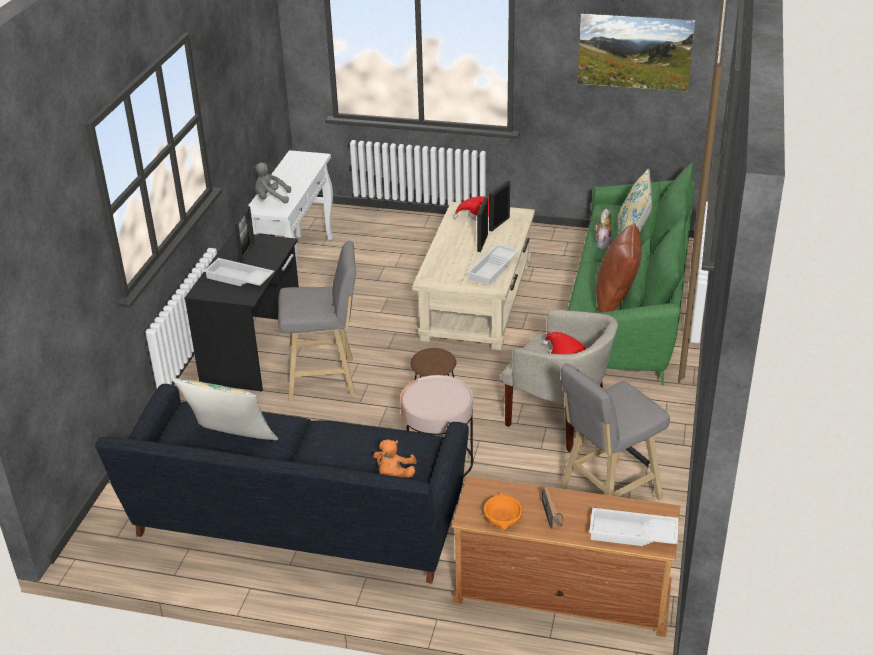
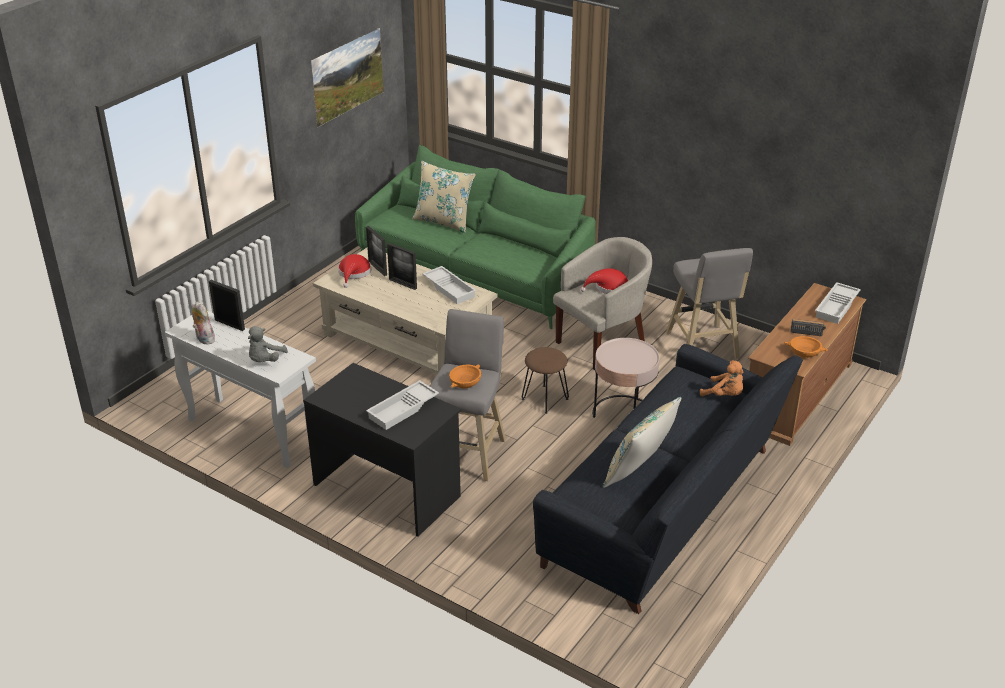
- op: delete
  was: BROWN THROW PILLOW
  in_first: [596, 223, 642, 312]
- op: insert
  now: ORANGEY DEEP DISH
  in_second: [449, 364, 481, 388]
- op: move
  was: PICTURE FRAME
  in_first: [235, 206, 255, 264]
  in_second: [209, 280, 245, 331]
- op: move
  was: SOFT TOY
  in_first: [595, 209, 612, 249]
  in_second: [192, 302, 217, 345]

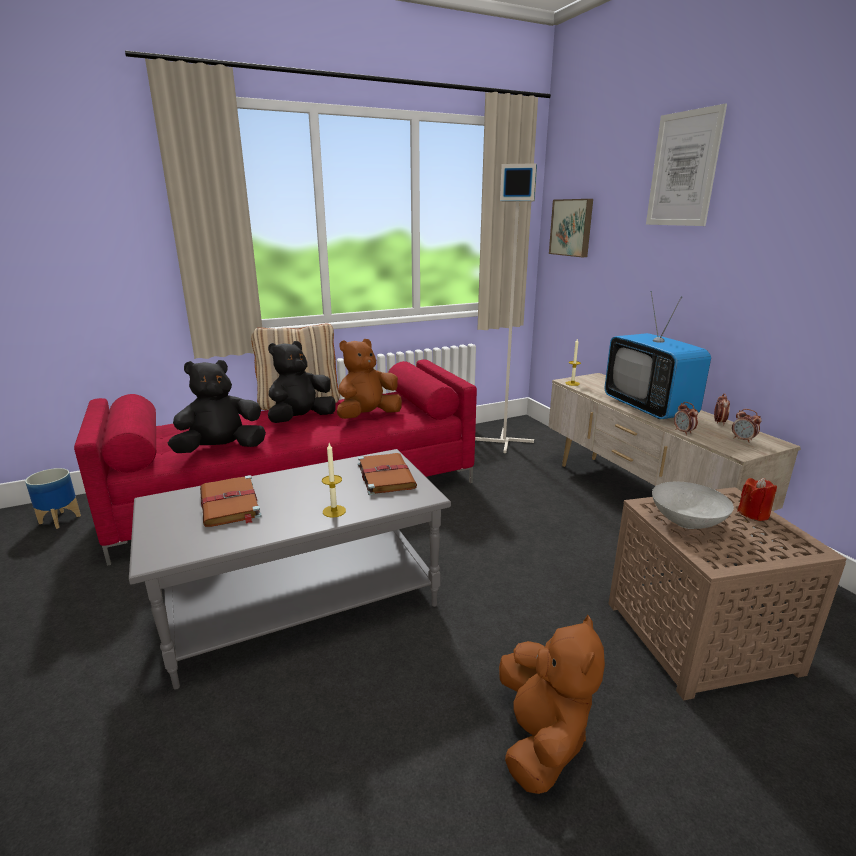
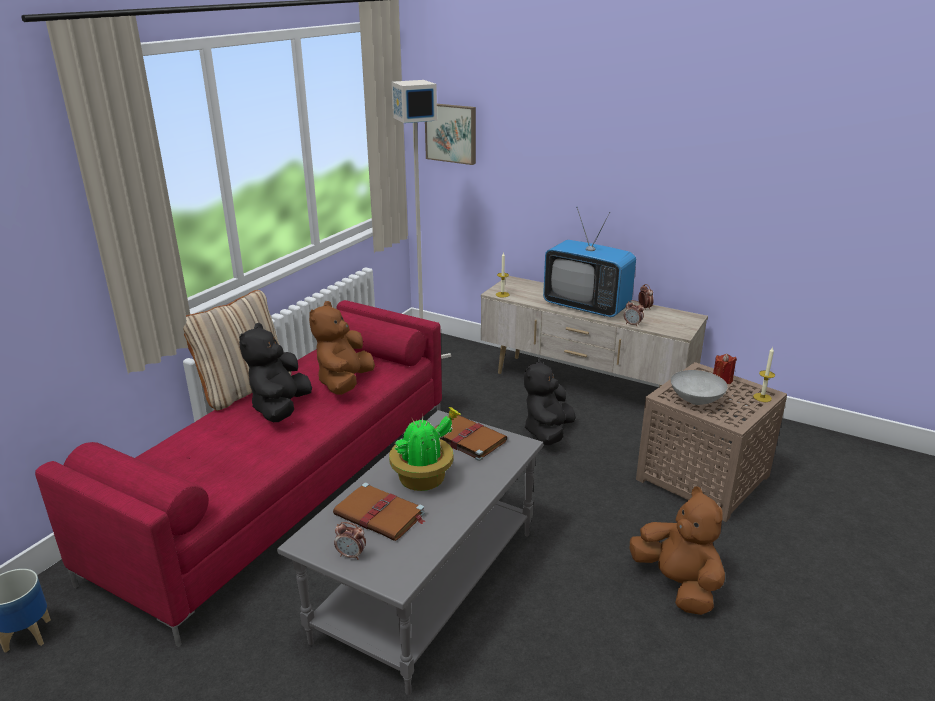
- op: delete
  was: WALL ART
  in_first: [646, 104, 727, 226]
- op: insert
  now: PLANT IN A POT
  in_second: [389, 407, 461, 491]
- op: move
  was: BLACK SOFT TOY
  in_first: [167, 360, 266, 453]
  in_second: [524, 358, 576, 446]
- op: move
  was: WAX CANDLE
  in_first: [322, 443, 346, 518]
  in_second: [753, 347, 775, 402]
- op: move
  was: BEDSIDE CLOCK
  in_first: [732, 409, 762, 443]
  in_second: [334, 522, 366, 560]

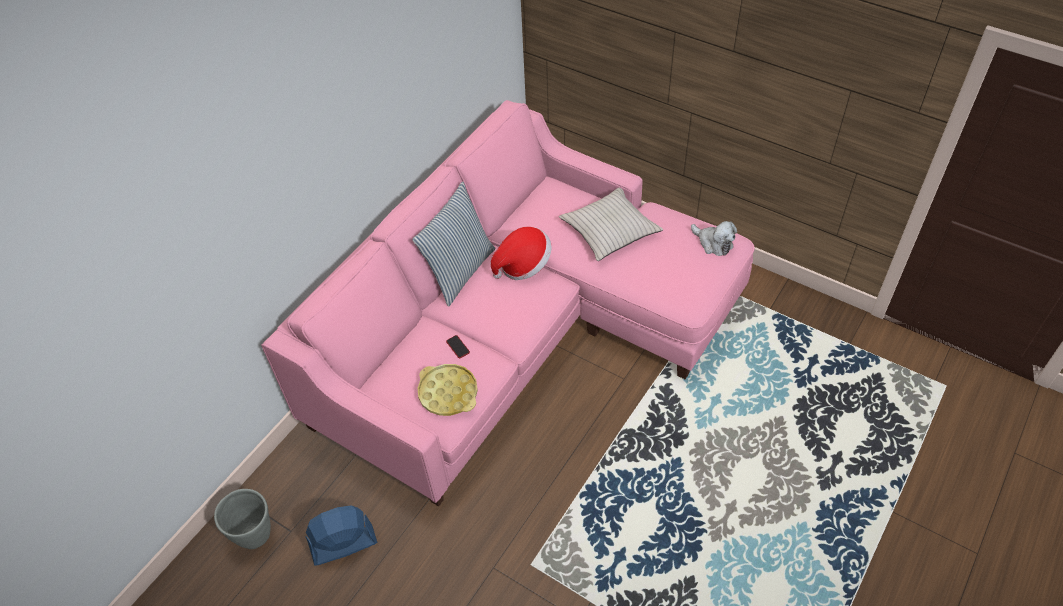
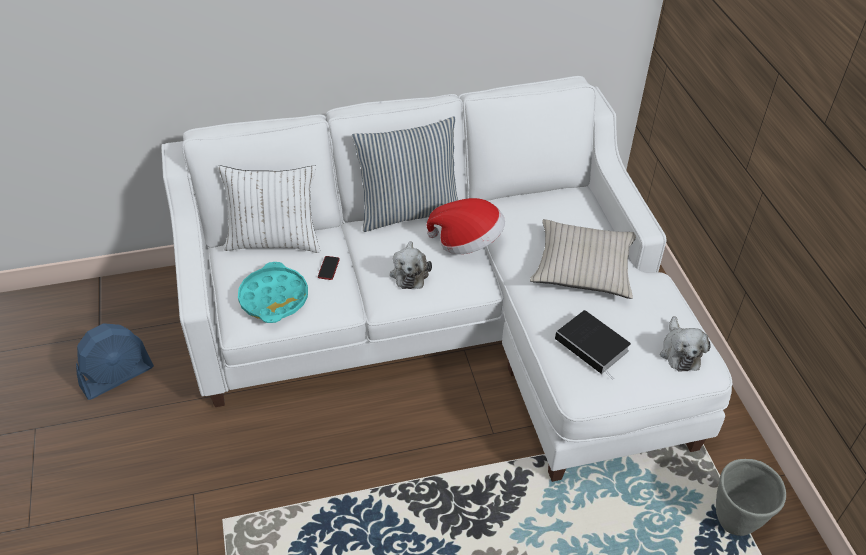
- op: insert
  now: WHITISH THROW PILLOW
  in_second: [217, 165, 320, 253]
- op: insert
  now: SOFT TOY
  in_second: [390, 241, 432, 289]
- op: insert
  now: BOUND BOOK
  in_second: [555, 310, 631, 380]
- op: move
  was: GRAY FLOWER POT
  in_first: [214, 489, 271, 549]
  in_second: [716, 459, 786, 536]
- op: recolor
  was: PINK SETTEE
  now: WHITISH SETTEE
  in_first: [261, 100, 755, 506]
  in_second: [161, 76, 733, 482]
- op: recolor
  was: YELLOW-COLOURED CARRYING TRAY
  now: TURQUOISE-COLOURED CARRYING TRAY
  in_first: [418, 364, 478, 416]
  in_second: [238, 262, 308, 323]
- op: rotate
  was: BLUE FAN
  in_first: [306, 505, 377, 565]
  in_second: [76, 323, 154, 400]
  clockwise: 120

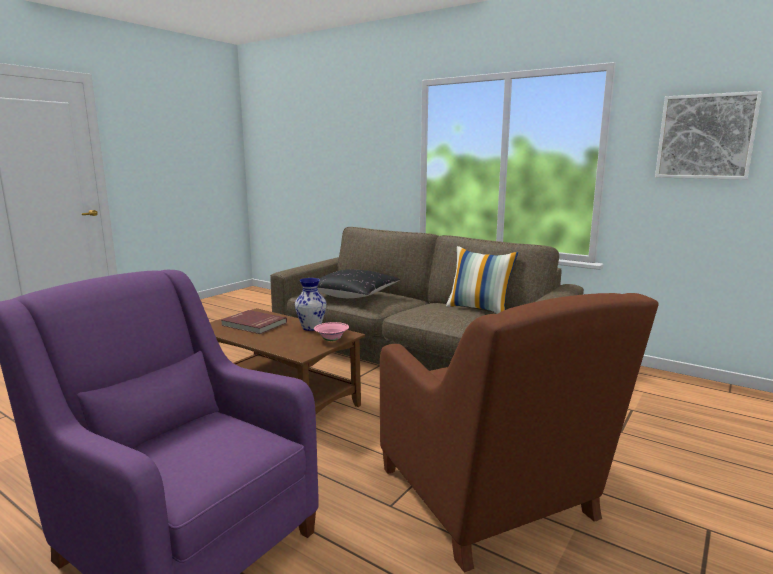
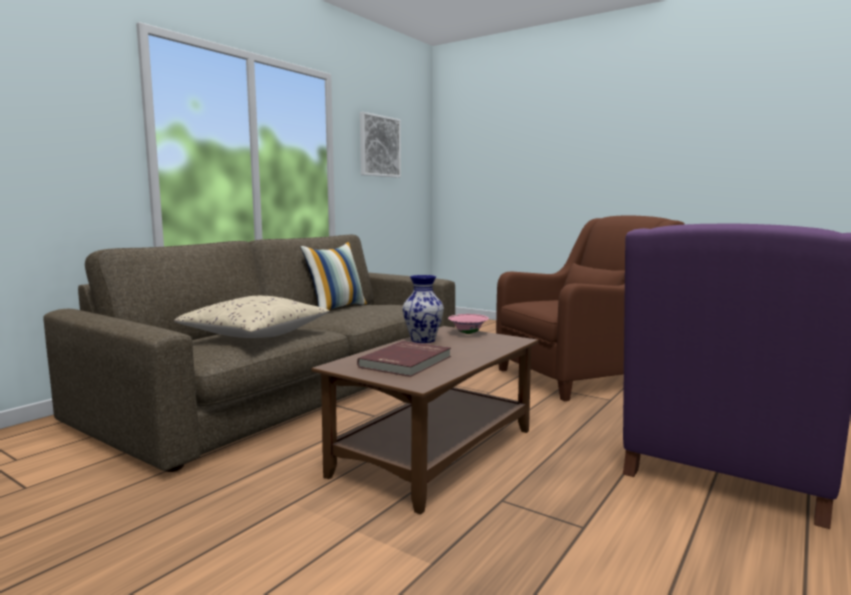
- op: recolor
  was: BLACK THROW PILLOW
  now: BEIGE THROW PILLOW
  in_first: [317, 269, 400, 298]
  in_second: [174, 296, 329, 338]

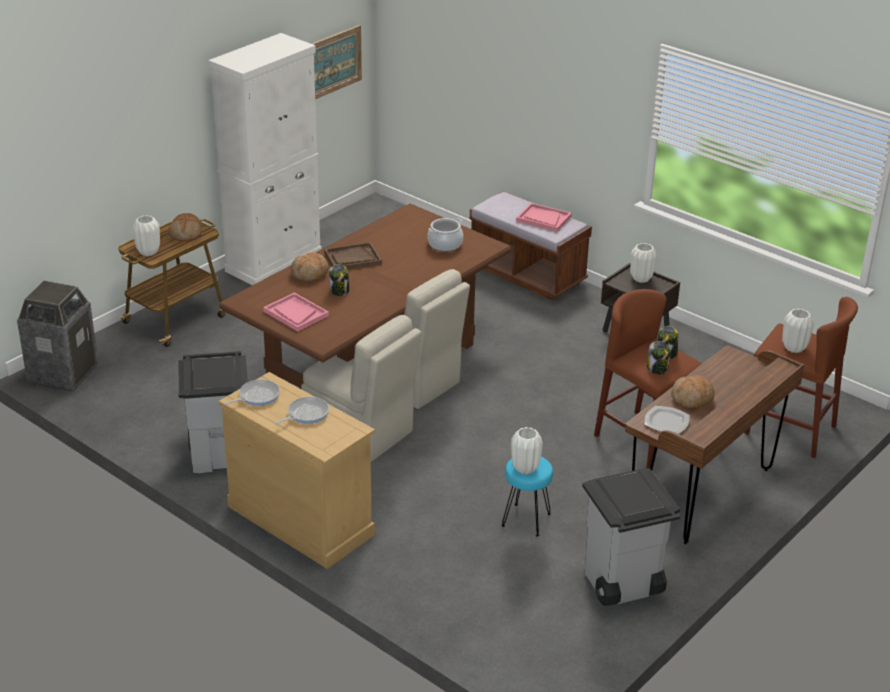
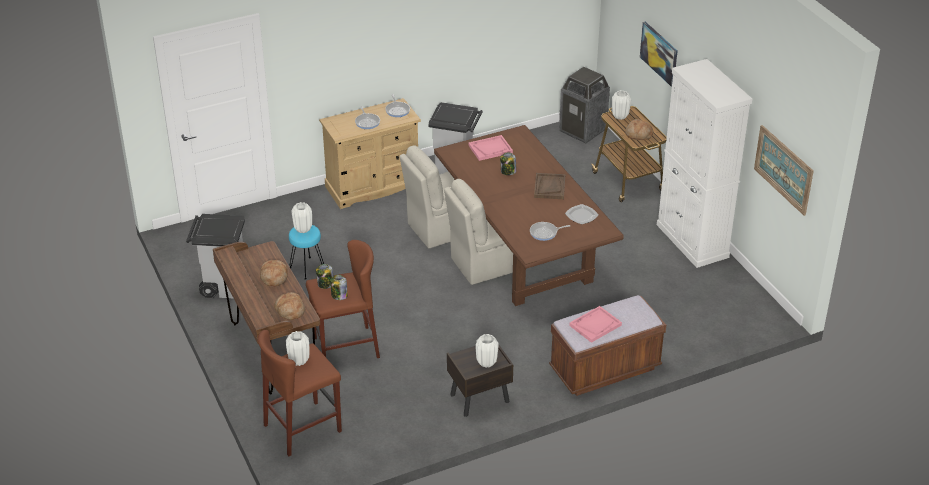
- op: insert
  now: WALL ART
  in_second: [640, 22, 678, 87]
- op: move
  was: BREAD
  in_first: [291, 252, 329, 283]
  in_second: [274, 292, 305, 320]
- op: move
  was: PLATE
  in_first: [645, 406, 690, 434]
  in_second: [565, 204, 598, 224]
- op: replace
  was: STOCKPOT
  now: SKILLET
  in_first: [427, 218, 463, 252]
  in_second: [530, 222, 570, 241]

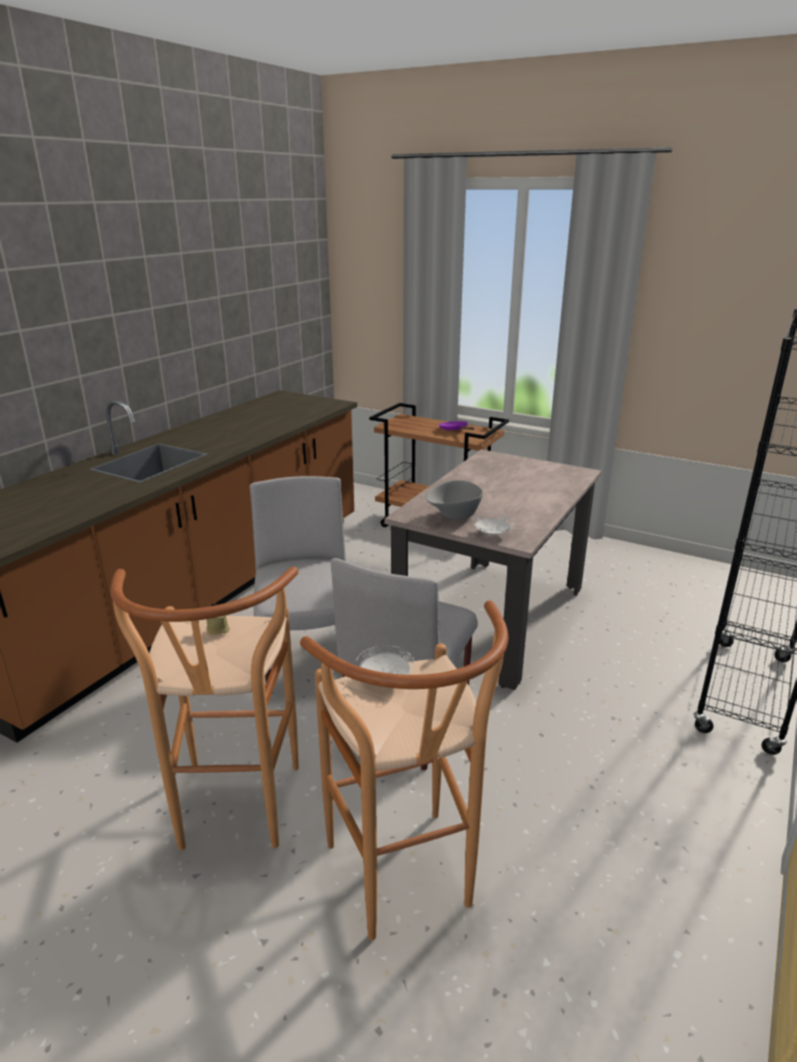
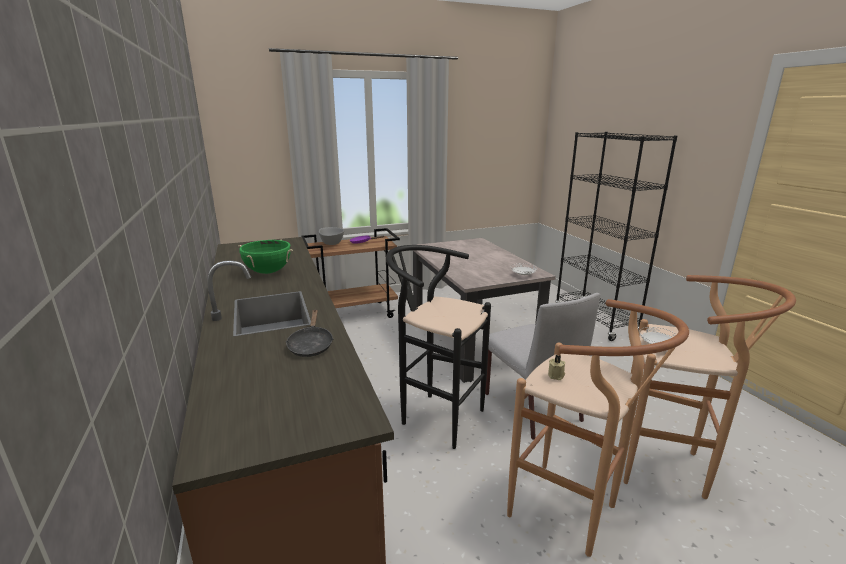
- op: insert
  now: GREEN-COLOURED STOCKPOT
  in_second: [238, 239, 293, 274]
- op: insert
  now: BLACK SKILLET
  in_second: [286, 309, 333, 357]
- op: move
  was: GRAY DEEP DISH
  in_first: [426, 480, 483, 520]
  in_second: [319, 227, 344, 245]
- op: replace
  was: GRAY UPRIGHT CHAIR
  now: BLACK STOOL
  in_first: [250, 476, 346, 693]
  in_second: [386, 245, 491, 449]

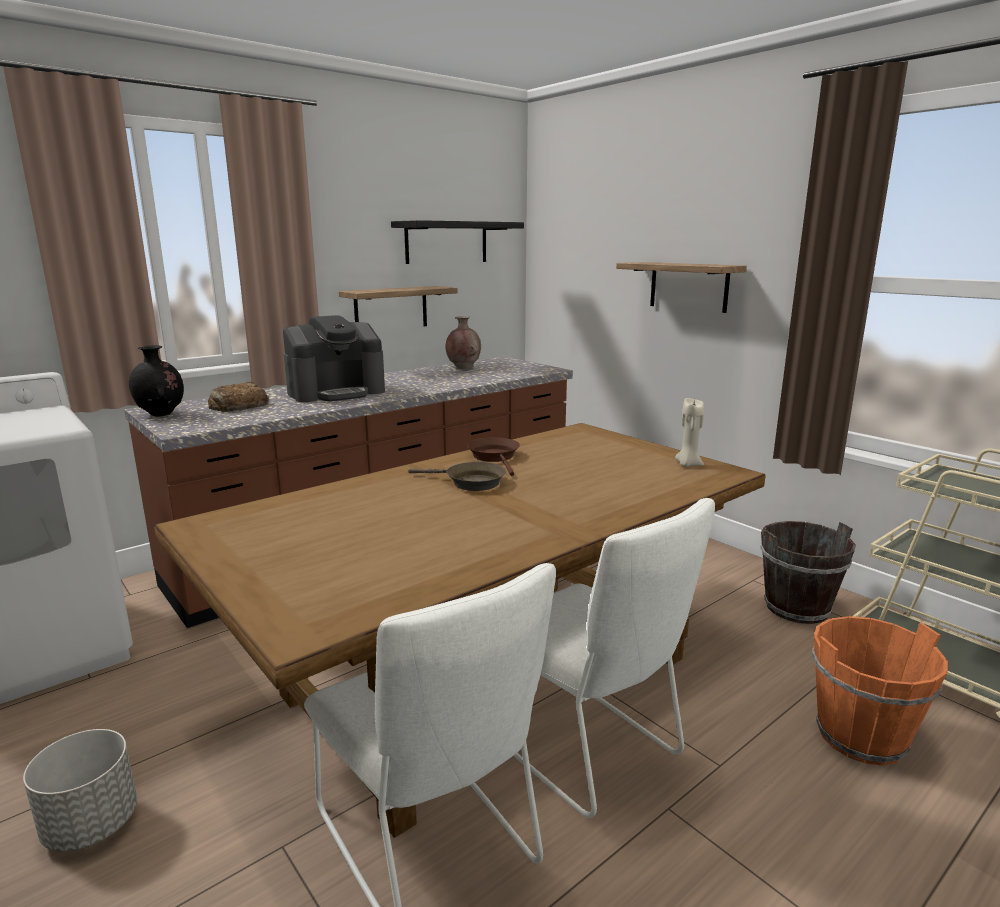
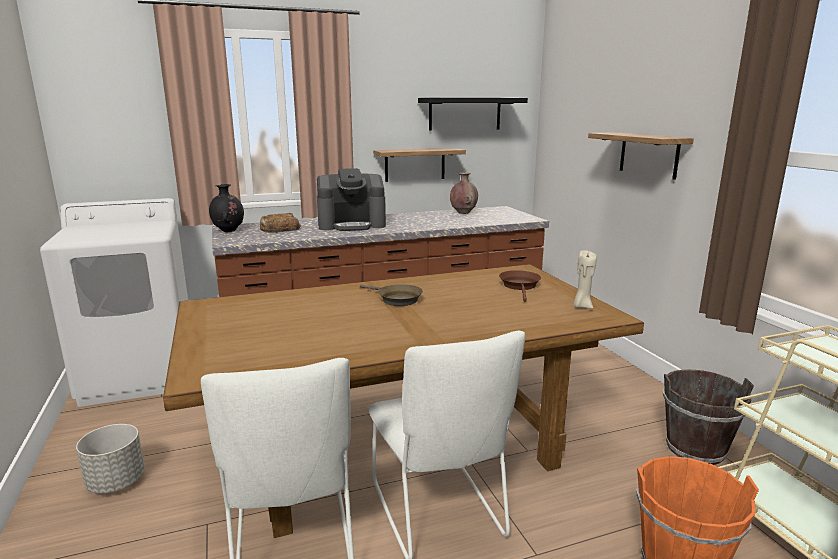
- op: move
  was: BROWN SKILLET
  in_first: [467, 437, 520, 476]
  in_second: [499, 270, 541, 302]

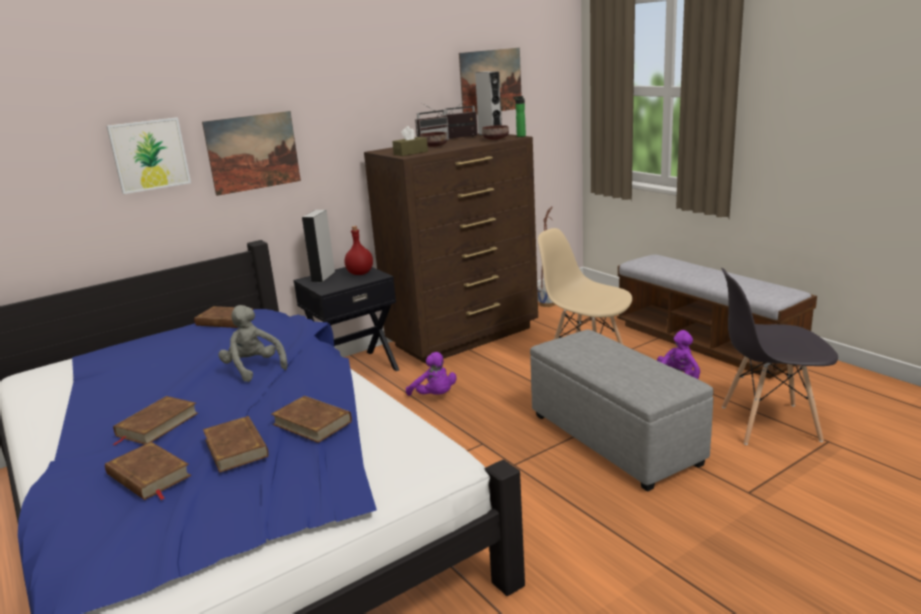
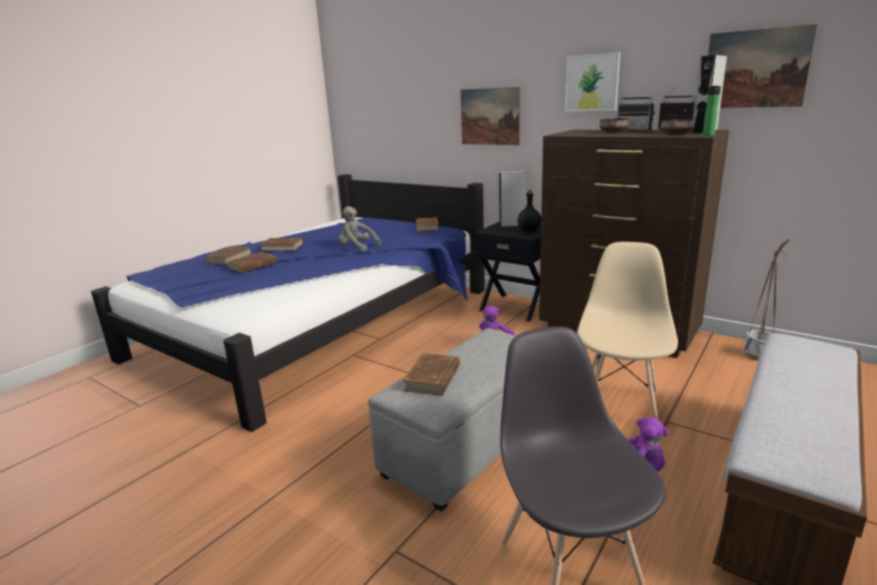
- op: delete
  was: BROWN TISSUE BOX
  in_first: [392, 126, 428, 156]
- op: move
  was: WALL ART
  in_first: [107, 117, 191, 194]
  in_second: [565, 52, 620, 112]
- op: move
  was: BROWN BOUND BOOK
  in_first: [271, 396, 352, 443]
  in_second: [403, 353, 460, 396]
- op: recolor
  was: REDDISH DRINK BOTTLE
  now: BLACK DRINK BOTTLE
  in_first: [345, 226, 373, 275]
  in_second: [518, 190, 541, 232]
- op: rotate
  was: GRAY SOFT TOY
  in_first: [218, 305, 288, 382]
  in_second: [338, 206, 381, 252]
  clockwise: -90

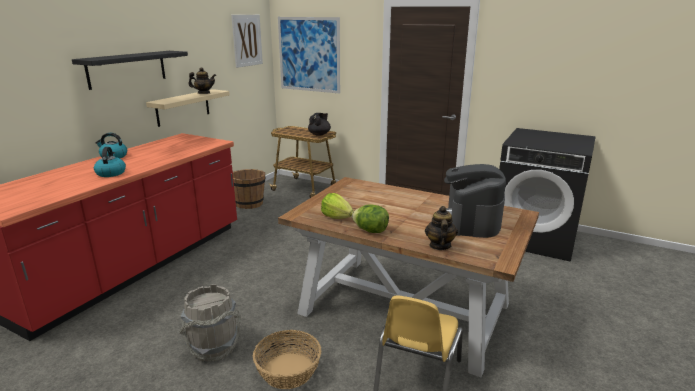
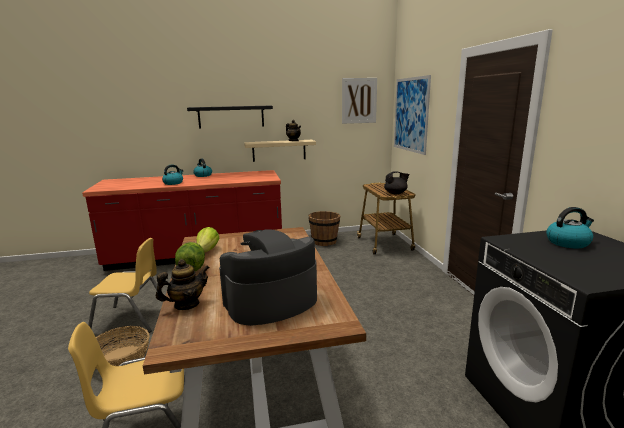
- op: insert
  now: TEA KETTLE
  in_second: [546, 207, 594, 249]
- op: replace
  was: GRAY WATER BUCKET
  now: YELLOW-COLOURED UPRIGHT CHAIR
  in_first: [180, 284, 241, 361]
  in_second: [88, 238, 158, 333]

